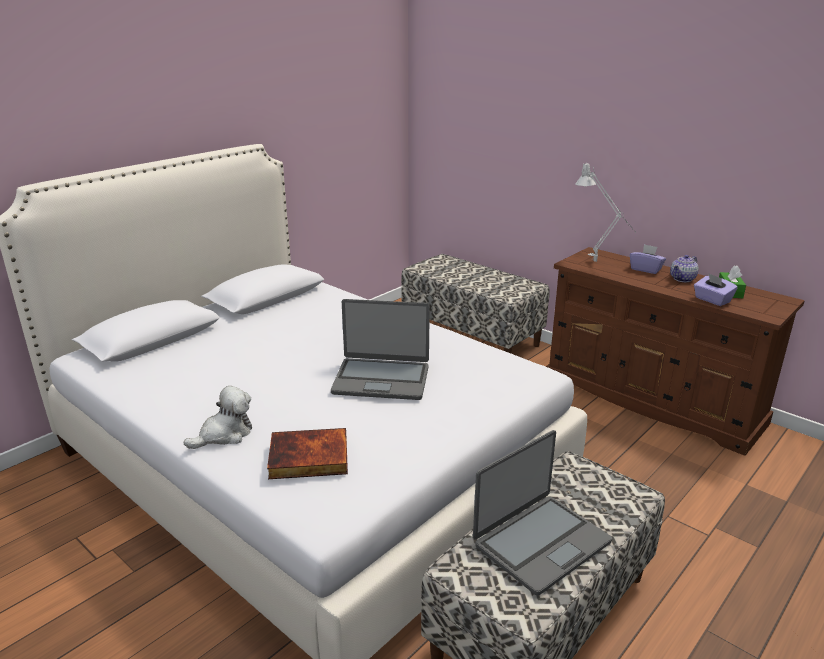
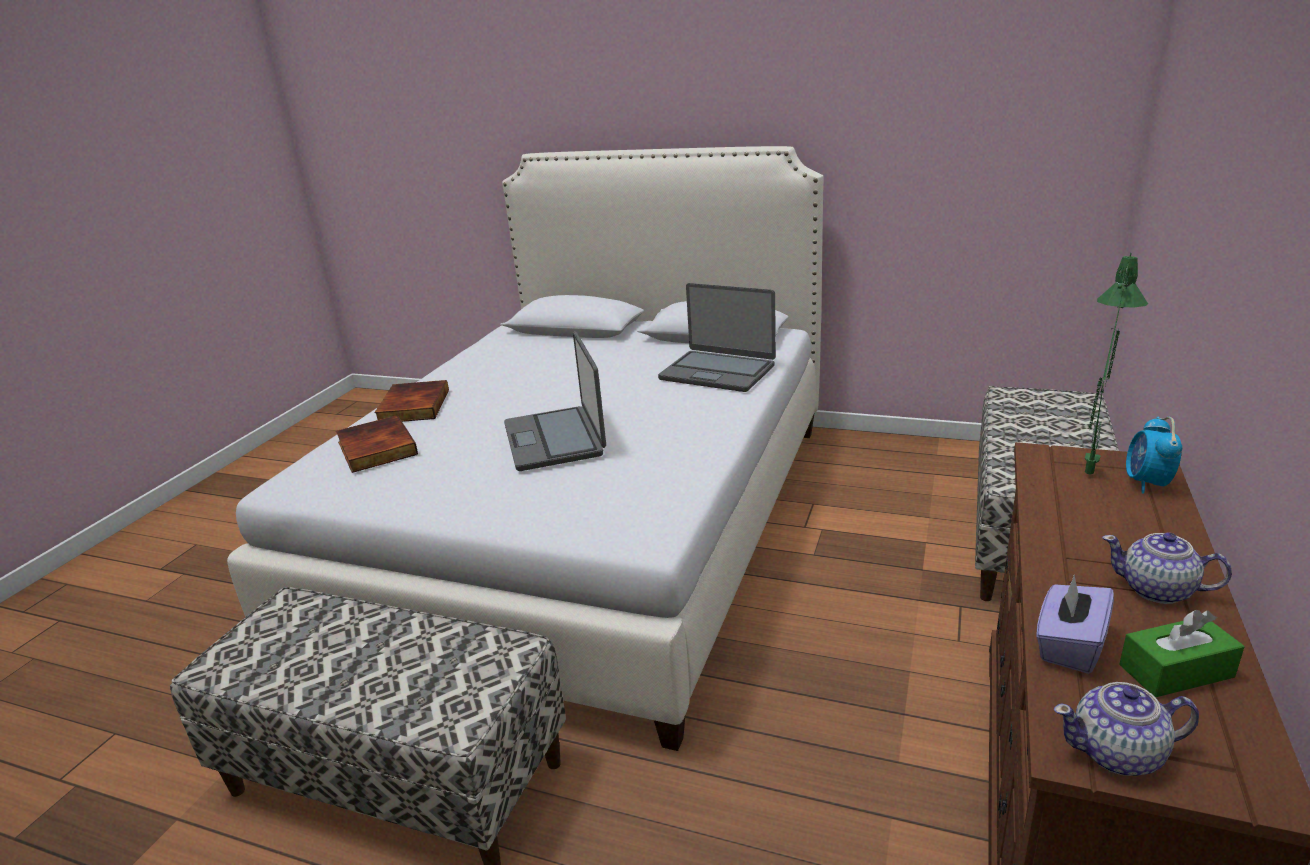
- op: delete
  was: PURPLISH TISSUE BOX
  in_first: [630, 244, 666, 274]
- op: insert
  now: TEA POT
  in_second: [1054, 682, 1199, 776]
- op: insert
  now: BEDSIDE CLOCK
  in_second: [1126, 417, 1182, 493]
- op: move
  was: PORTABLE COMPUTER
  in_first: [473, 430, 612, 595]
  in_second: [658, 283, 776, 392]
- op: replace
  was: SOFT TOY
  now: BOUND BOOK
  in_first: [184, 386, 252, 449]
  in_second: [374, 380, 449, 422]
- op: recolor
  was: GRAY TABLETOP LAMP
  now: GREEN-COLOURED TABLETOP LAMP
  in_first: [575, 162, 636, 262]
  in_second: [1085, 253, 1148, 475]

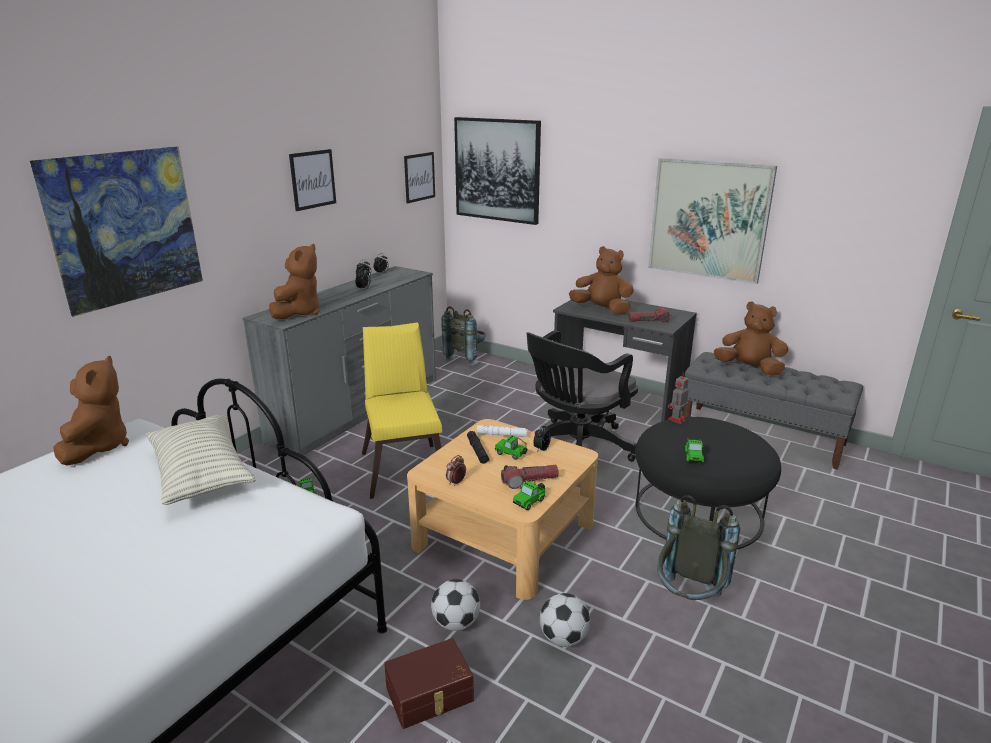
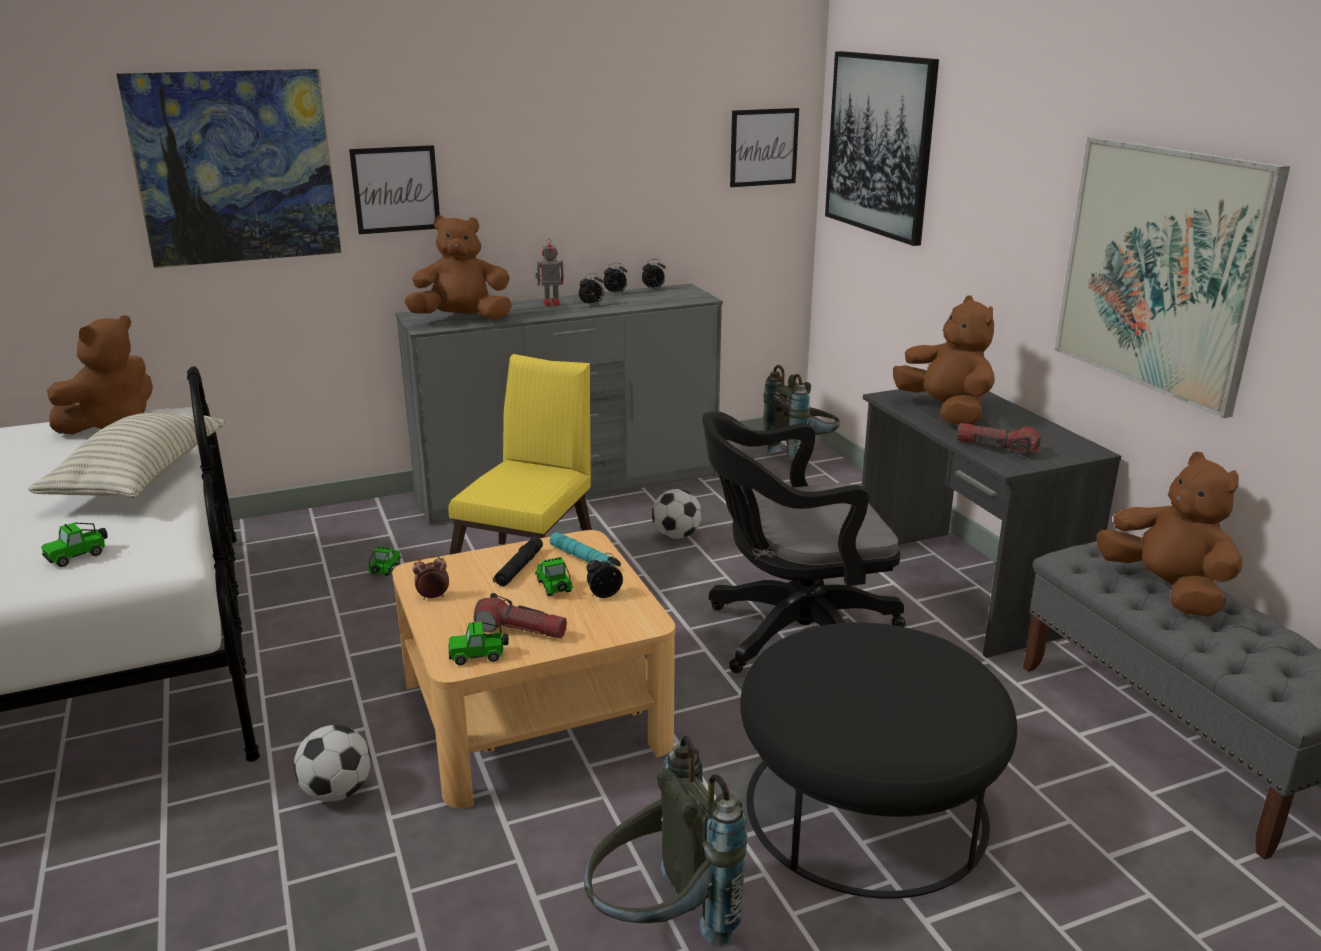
- op: delete
  was: BROWN STORAGE BOX
  in_first: [384, 638, 474, 729]
- op: move
  was: WALL ART
  in_first: [289, 149, 336, 211]
  in_second: [349, 145, 440, 234]
- op: move
  was: FOOTBALL
  in_first: [540, 593, 590, 647]
  in_second: [652, 489, 702, 539]
- op: move
  was: MODEL ROBOT
  in_first: [668, 372, 689, 424]
  in_second: [536, 238, 564, 306]
- op: move
  was: MODEL CAR
  in_first: [684, 438, 704, 464]
  in_second: [41, 523, 108, 567]
- op: recolor
  was: WHITISH FLASHLIGHT
  now: TURQUOISE-COLOURED FLASHLIGHT
  in_first: [477, 425, 528, 437]
  in_second: [550, 532, 614, 566]
- op: rotate
  was: BROWN SOFT TOY
  in_first: [269, 244, 320, 319]
  in_second: [404, 215, 512, 320]
  clockwise: -150

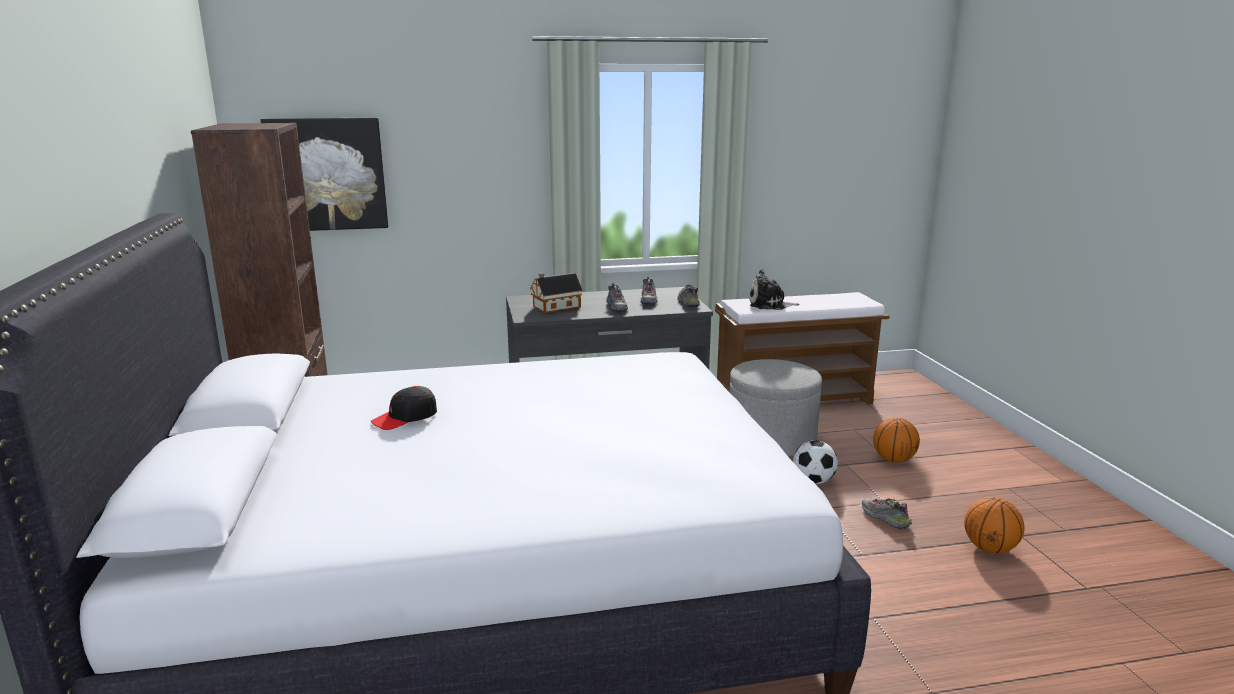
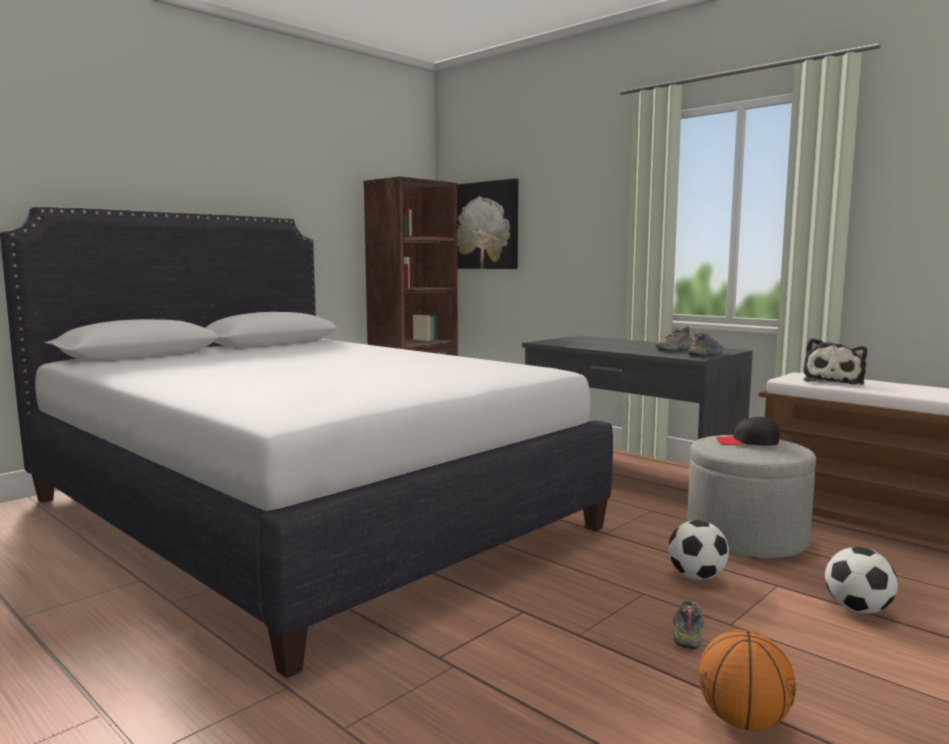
- op: delete
  was: MODEL HOUSE
  in_first: [530, 273, 583, 313]
- op: delete
  was: ITEM OF FOOTWEAR
  in_first: [606, 283, 628, 312]
- op: move
  was: BLACK PEAKED CAP
  in_first: [371, 386, 437, 430]
  in_second: [716, 416, 780, 446]
- op: replace
  was: BALL FOR BASKETBALL
  now: FOOTBALL
  in_first: [873, 417, 920, 463]
  in_second: [825, 547, 898, 614]
- op: rotate
  was: SOFT TOY
  in_first: [749, 269, 800, 310]
  in_second: [803, 338, 867, 385]
  clockwise: -120

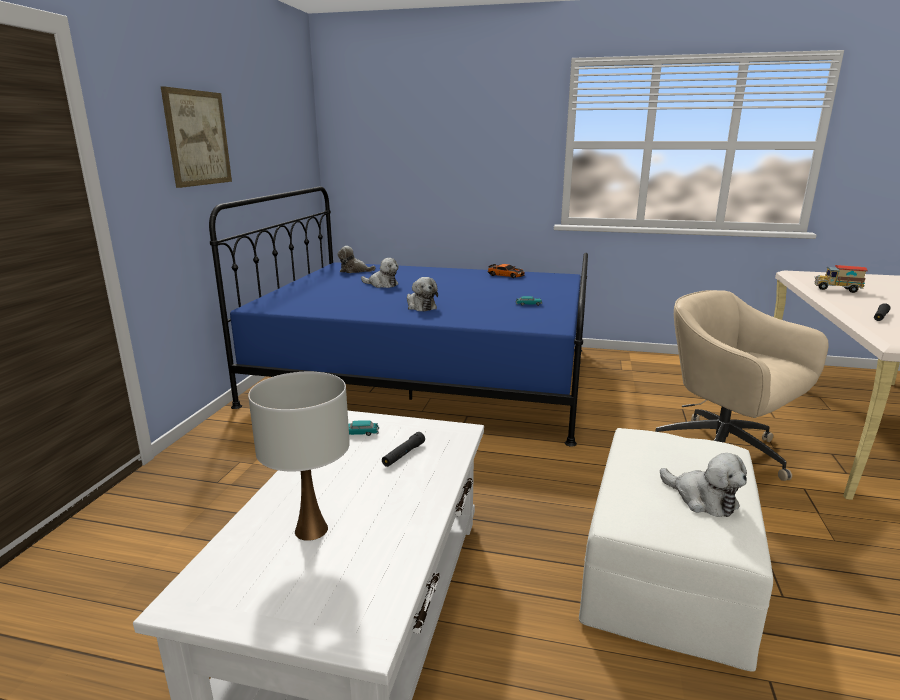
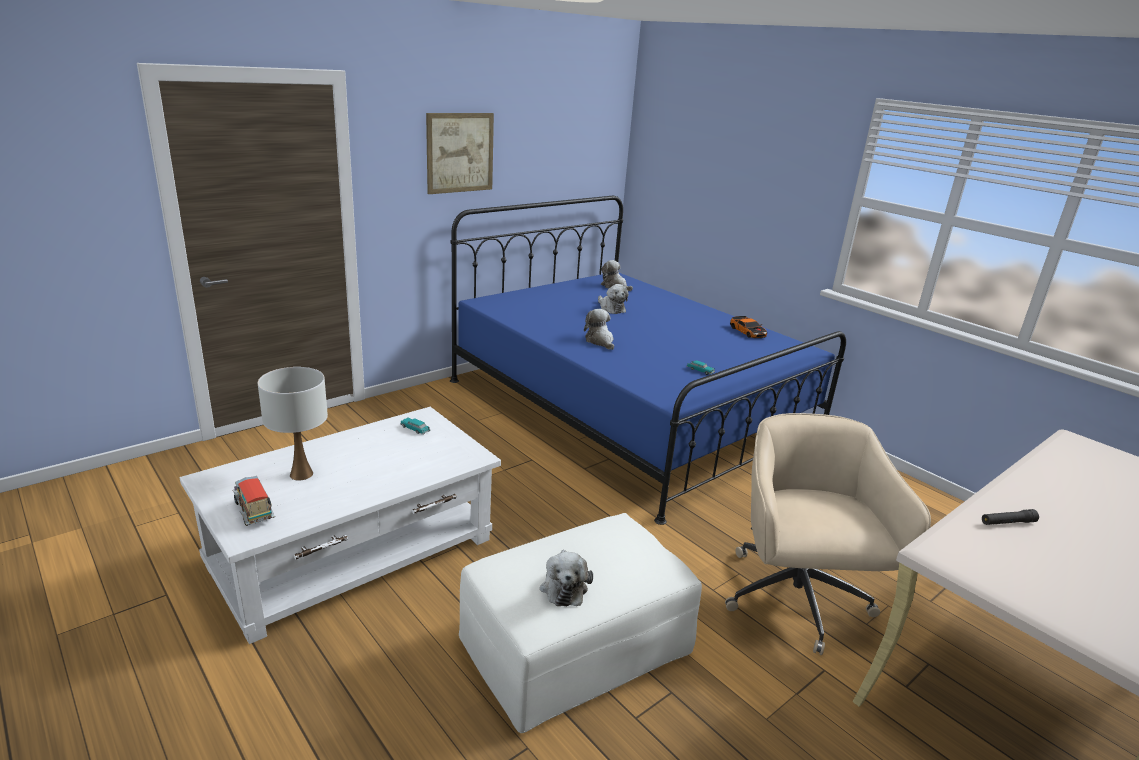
- op: delete
  was: BLACK FLASHLIGHT
  in_first: [382, 432, 425, 467]
- op: move
  was: TOY LORRY
  in_first: [814, 265, 868, 293]
  in_second: [232, 476, 275, 526]
- op: rotate
  was: SOFT TOY
  in_first: [407, 277, 438, 311]
  in_second: [584, 309, 614, 350]
  clockwise: 150

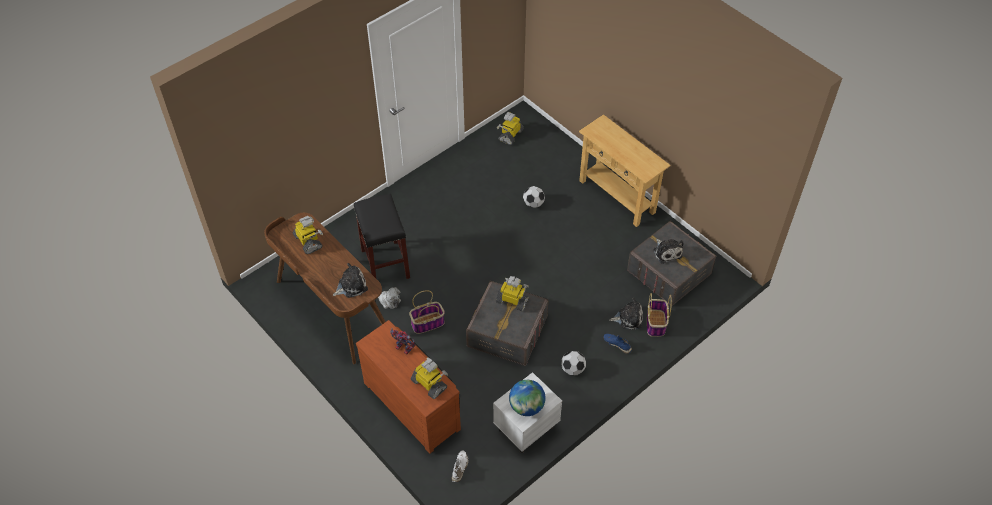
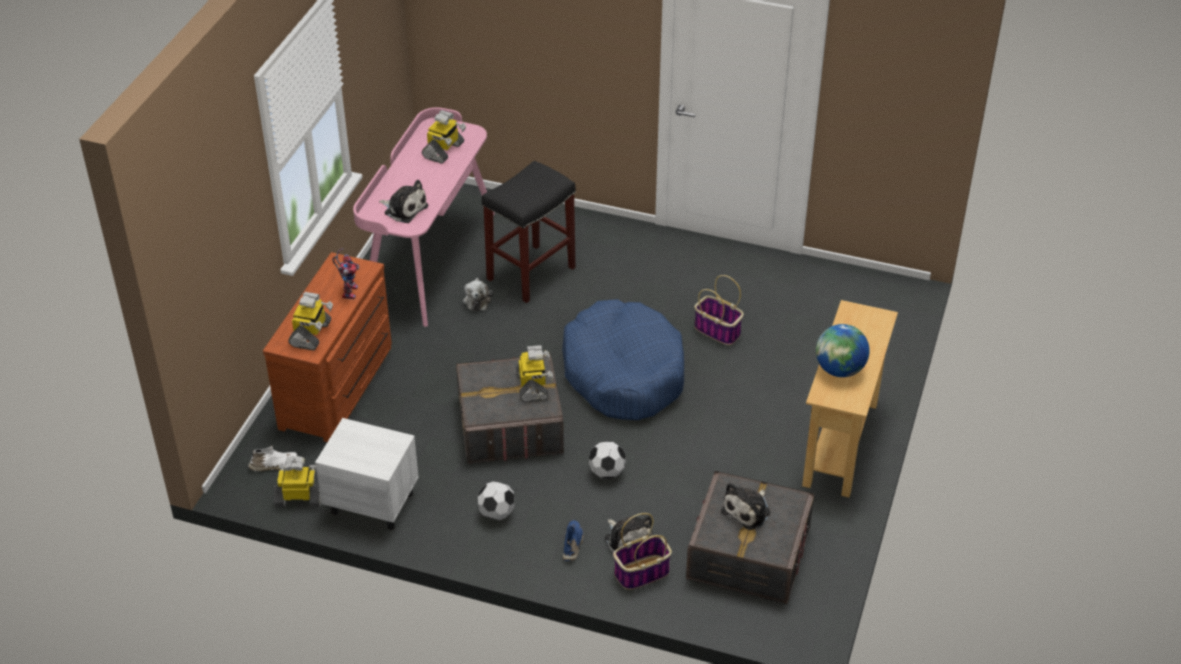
- op: insert
  now: BLUE DOG CUSHION
  in_second: [562, 299, 684, 420]
- op: move
  was: HOUSEHOLD BASKET
  in_first: [409, 290, 445, 334]
  in_second: [694, 275, 744, 345]
- op: move
  was: MODEL ROBOT
  in_first: [497, 112, 524, 145]
  in_second: [274, 456, 321, 507]
- op: move
  was: WORLD GLOBE
  in_first: [509, 380, 546, 416]
  in_second: [816, 324, 869, 377]
- op: move
  was: FOOTBALL
  in_first: [523, 186, 545, 208]
  in_second: [589, 442, 626, 479]
- op: recolor
  was: BROWN DESK
  now: PINK DESK
  in_first: [264, 213, 385, 364]
  in_second: [353, 107, 495, 327]

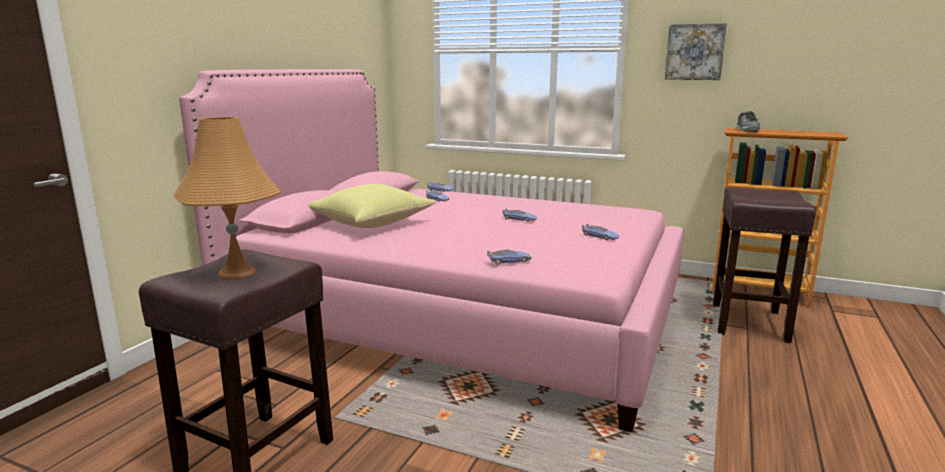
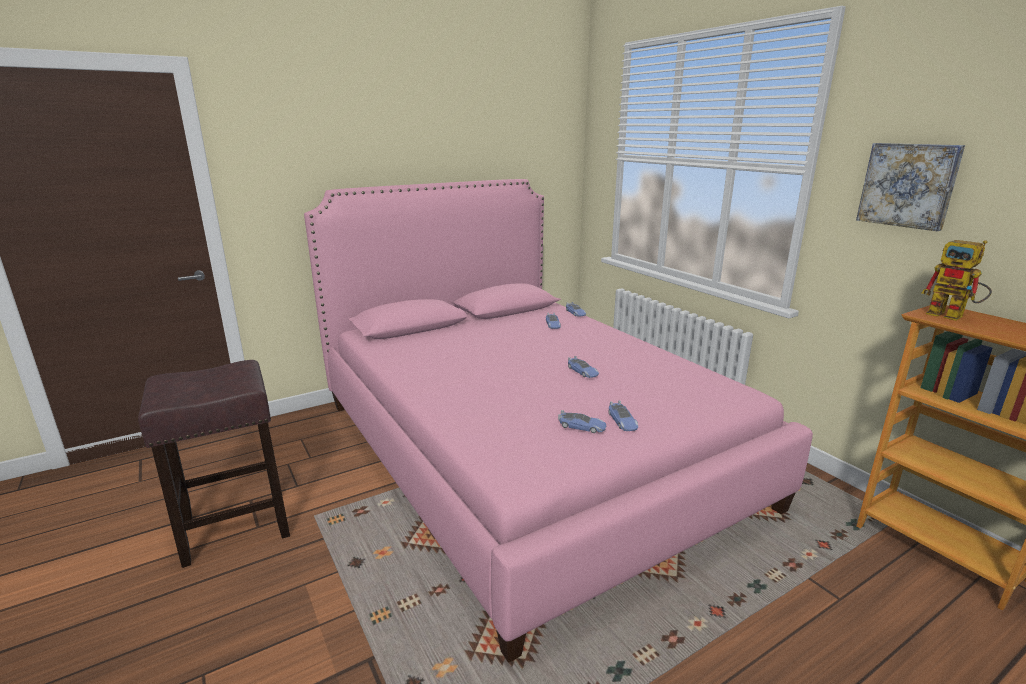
- op: delete
  was: ORANGEY TABLETOP LAMP
  in_first: [173, 117, 281, 279]
- op: delete
  was: YELLOW-COLOURED THROW PILLOW
  in_first: [307, 184, 435, 228]
- op: delete
  was: BROWN STOOL
  in_first: [713, 187, 816, 343]
- op: move
  was: MODEL CAR
  in_first: [487, 250, 532, 265]
  in_second: [558, 410, 606, 433]
- op: replace
  was: ITEM OF FOOTWEAR
  now: MODEL ROBOT
  in_first: [736, 111, 760, 132]
  in_second: [922, 240, 992, 321]

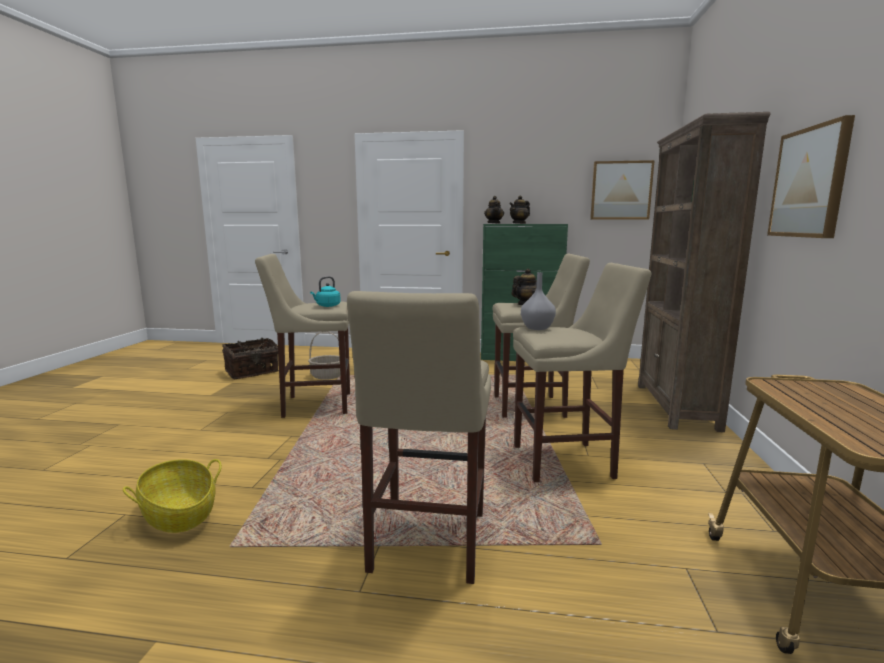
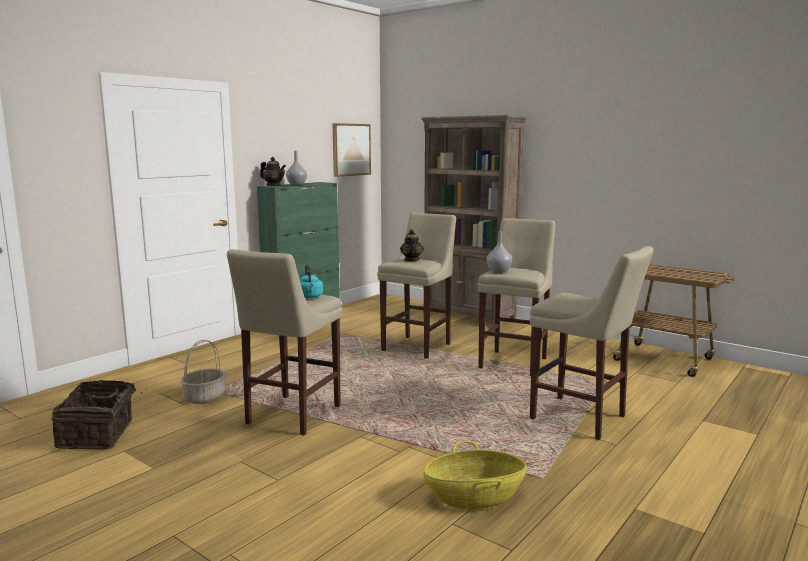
- op: delete
  was: WALL ART
  in_first: [767, 115, 855, 238]
- op: replace
  was: TEA POT
  now: GRAY FLOWER VASE
  in_first: [509, 195, 530, 224]
  in_second: [286, 151, 307, 185]

